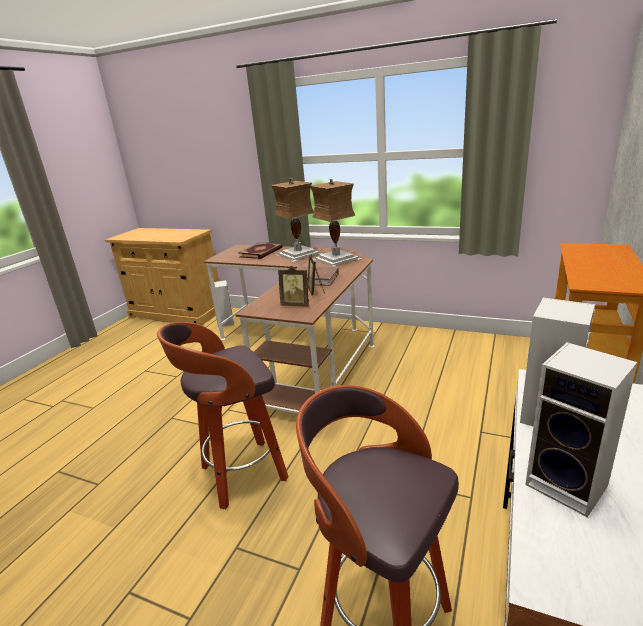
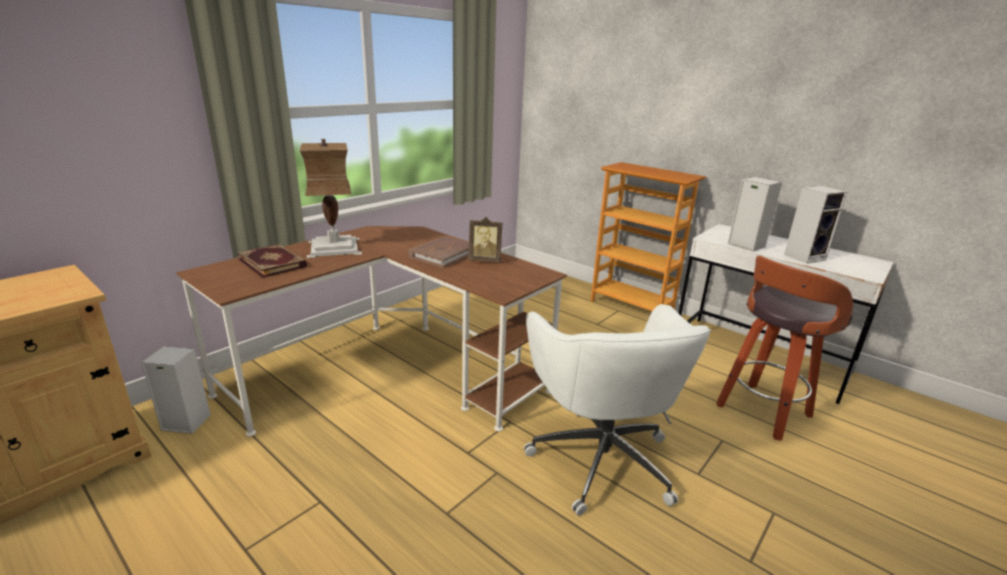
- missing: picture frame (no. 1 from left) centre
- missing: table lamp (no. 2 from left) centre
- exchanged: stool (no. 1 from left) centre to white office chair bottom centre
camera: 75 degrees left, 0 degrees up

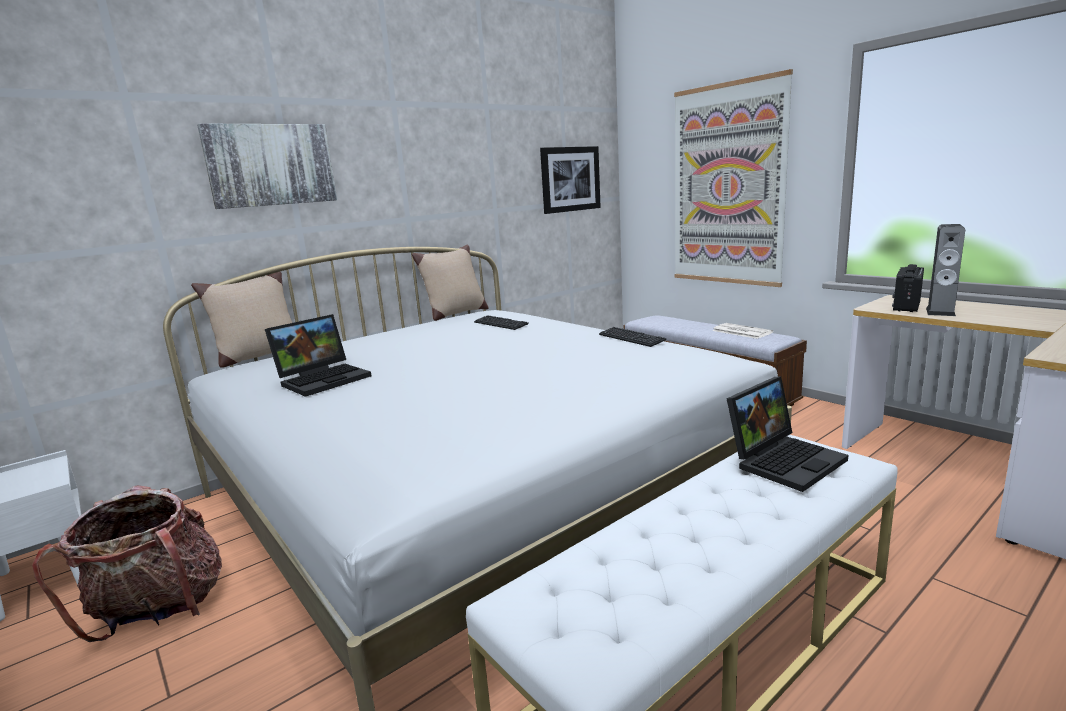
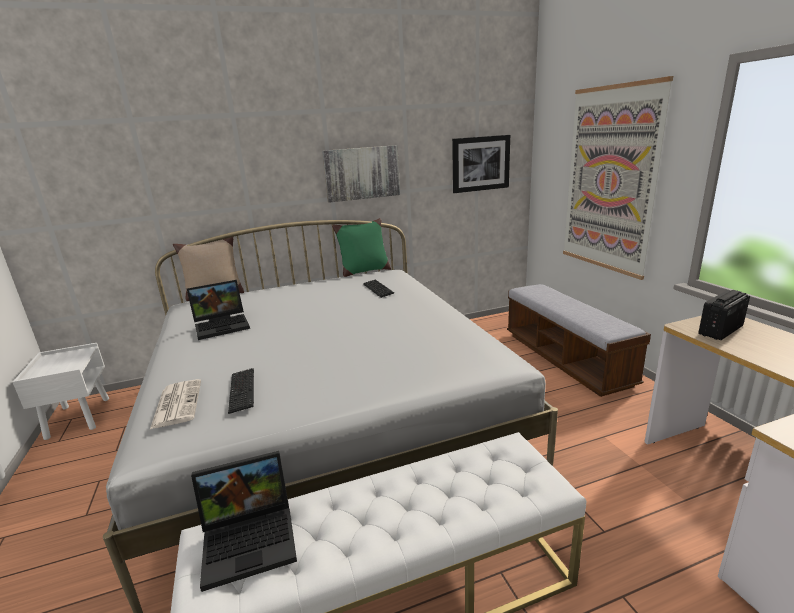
- missing: backpack bottom left
- missing: speaker middle right
- relocated: picture (no. 1 from left) top left to top centre
- relocated: keyboard (no. 2 from left in the first image) centre to keyboard (no. 1 from left) middle left
- relocated: newspaper middle right to middle left
- relocated: laptop (no. 2 from left) middle right to bottom left
- colour: beige pillow (no. 2 from left) centre to green pillow centre
camera: 20 degrees right, 5 degrees up

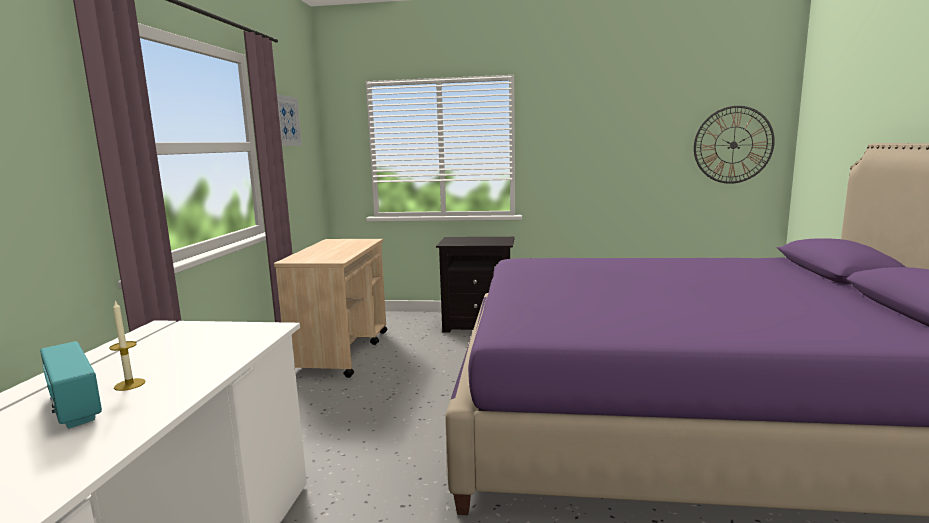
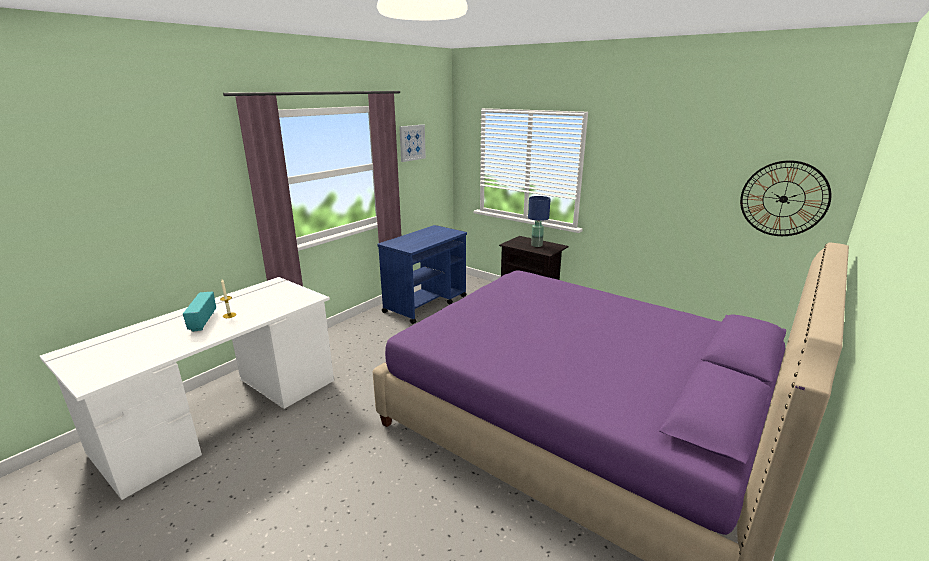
- appeared: blue table lamp centre
- colour: beige cart centre to blue cart centre
camera: 30 degrees right, 10 degrees up

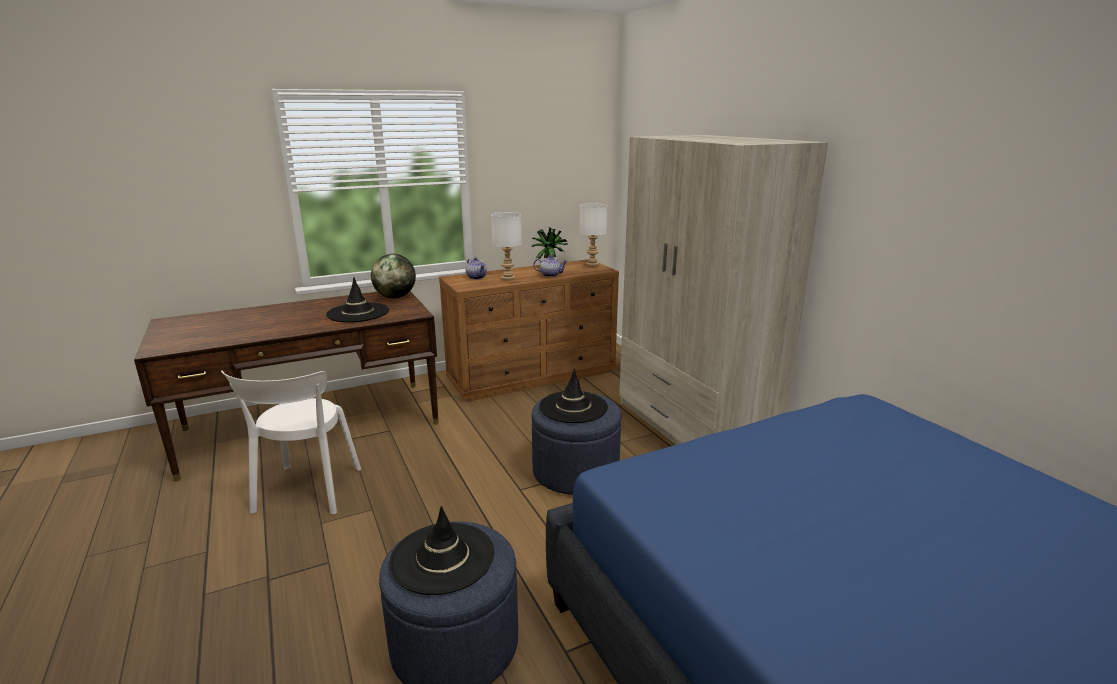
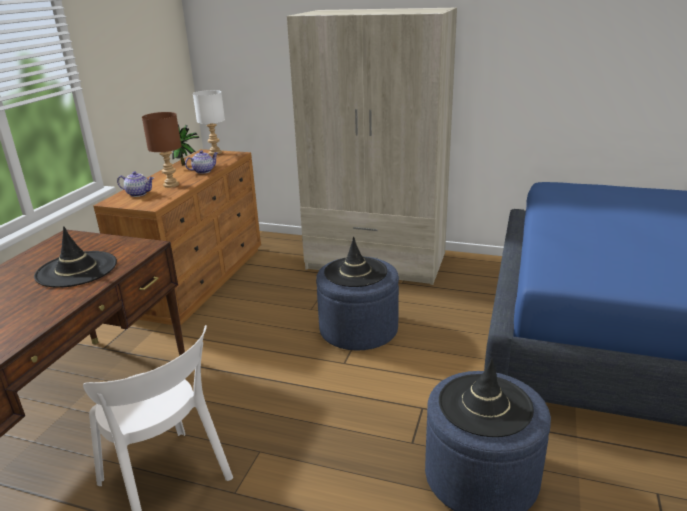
- missing: globe centre
- colour: white table lamp (no. 1 from left) centre to brown table lamp top left
camera: 45 degrees left, 5 degrees up

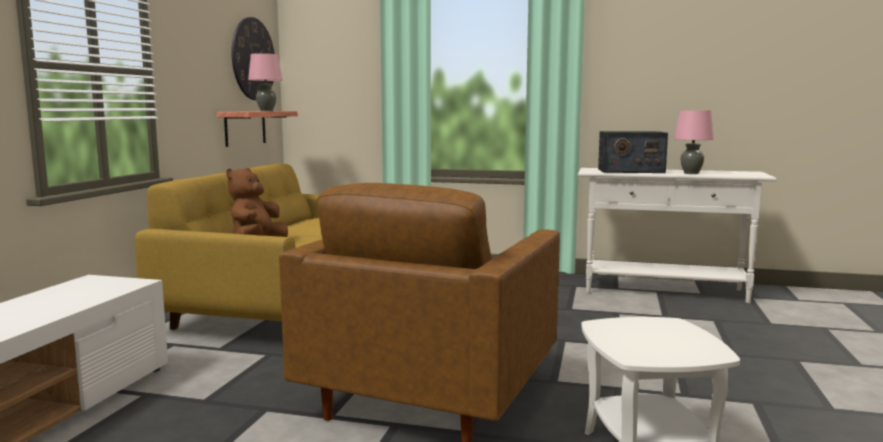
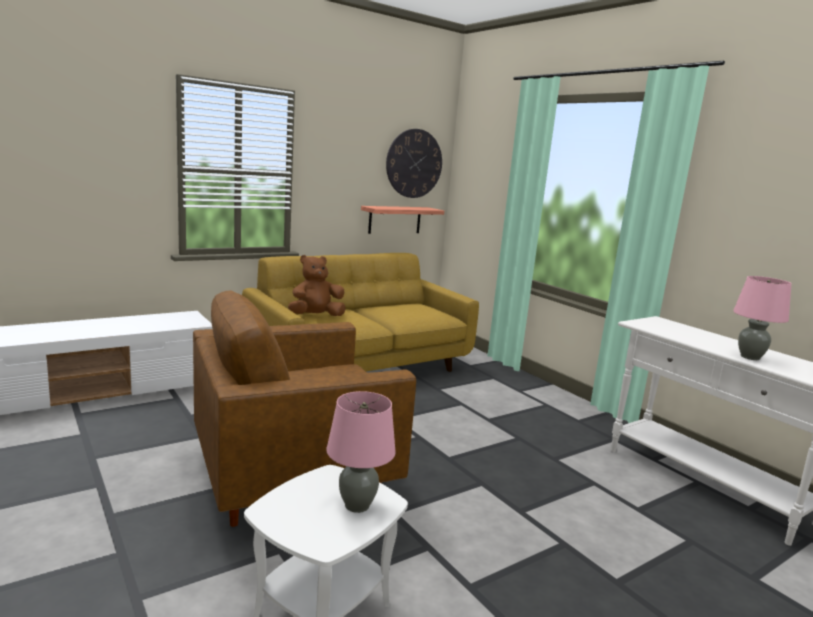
- missing: radio middle right
- relocated: pink table lamp (no. 1 from left) top left to bottom centre
camera: 40 degrees right, 5 degrees up

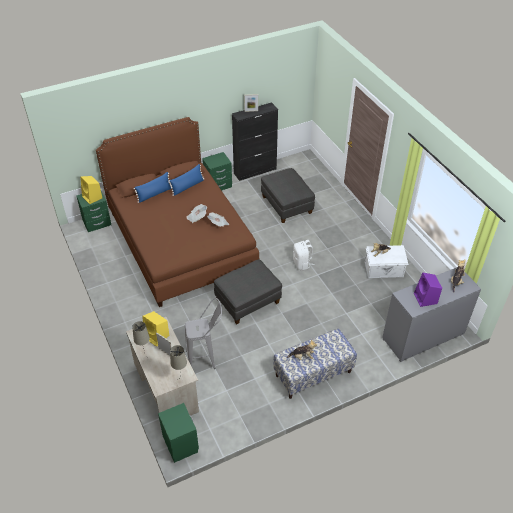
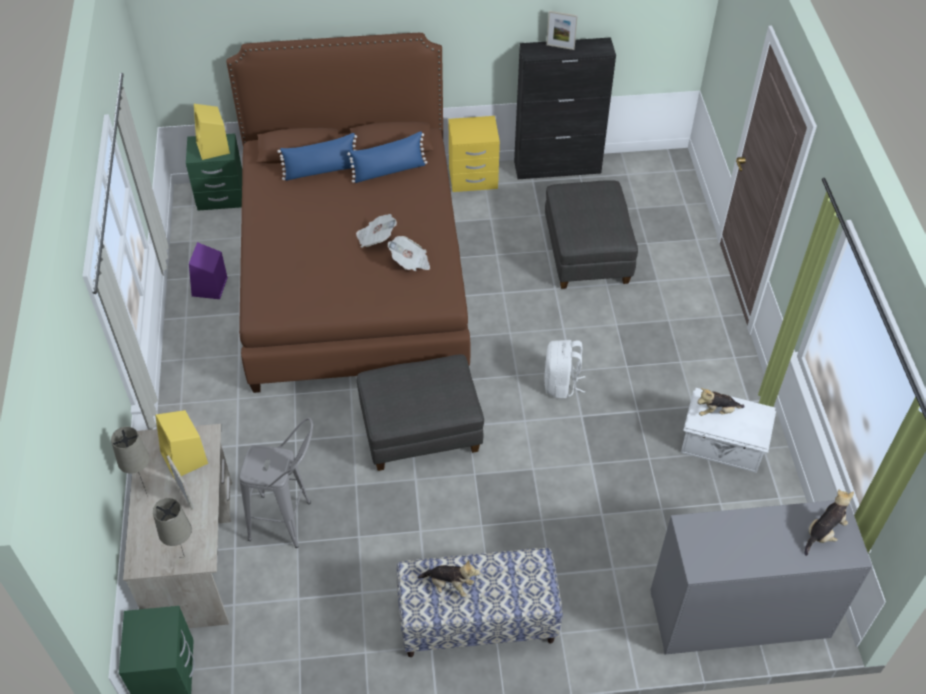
- relocated: purple speaker middle right to middle left
- colour: green nightstand (no. 3 from left) centre to yellow nightstand top centre
camera: 20 degrees right, 5 degrees up

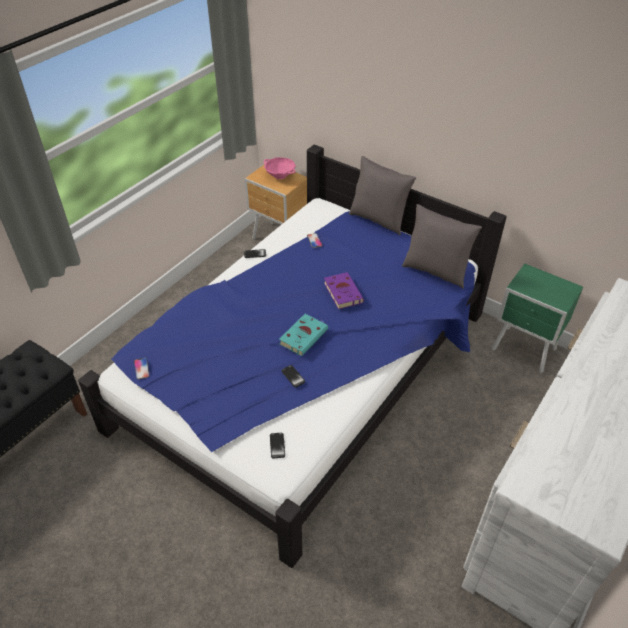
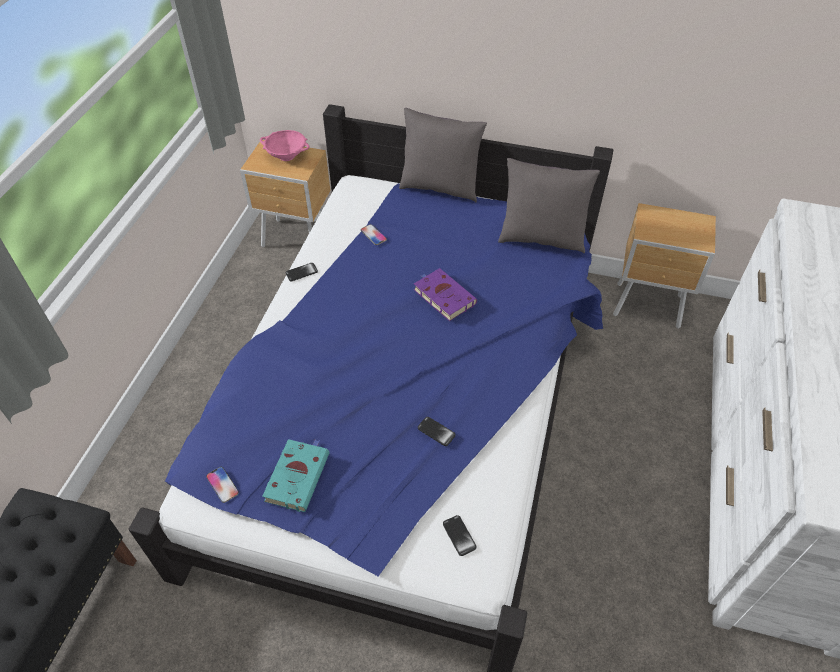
- relocated: turquoise book centre to bottom centre
- colour: green nightstand middle right to brown nightstand (no. 2 from left) middle right
camera: 20 degrees left, 5 degrees up

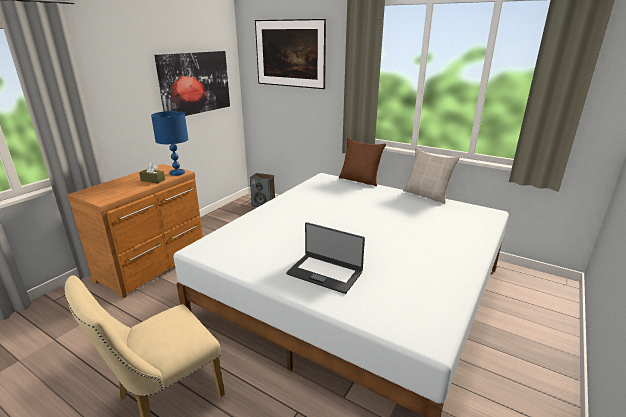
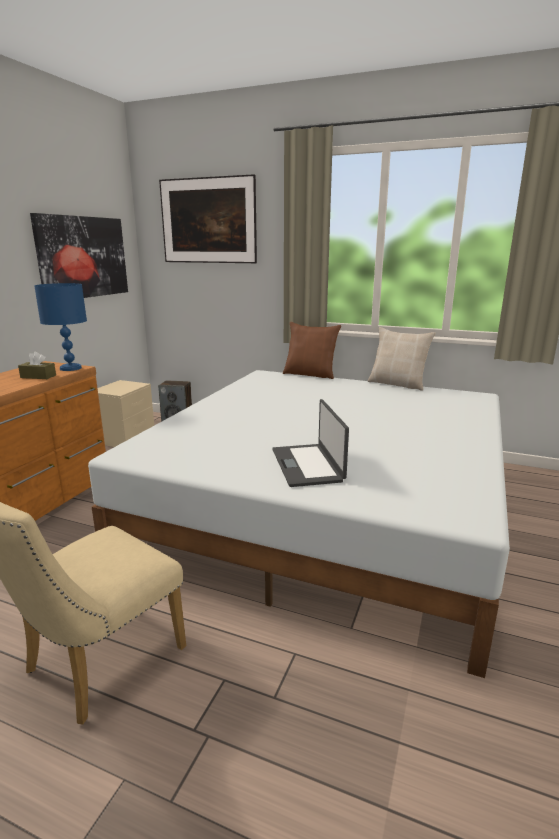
- appeared: beige nightstand middle left
- spun: laptop centre = centre 60 degrees clockwise
camera: 10 degrees left, 5 degrees down

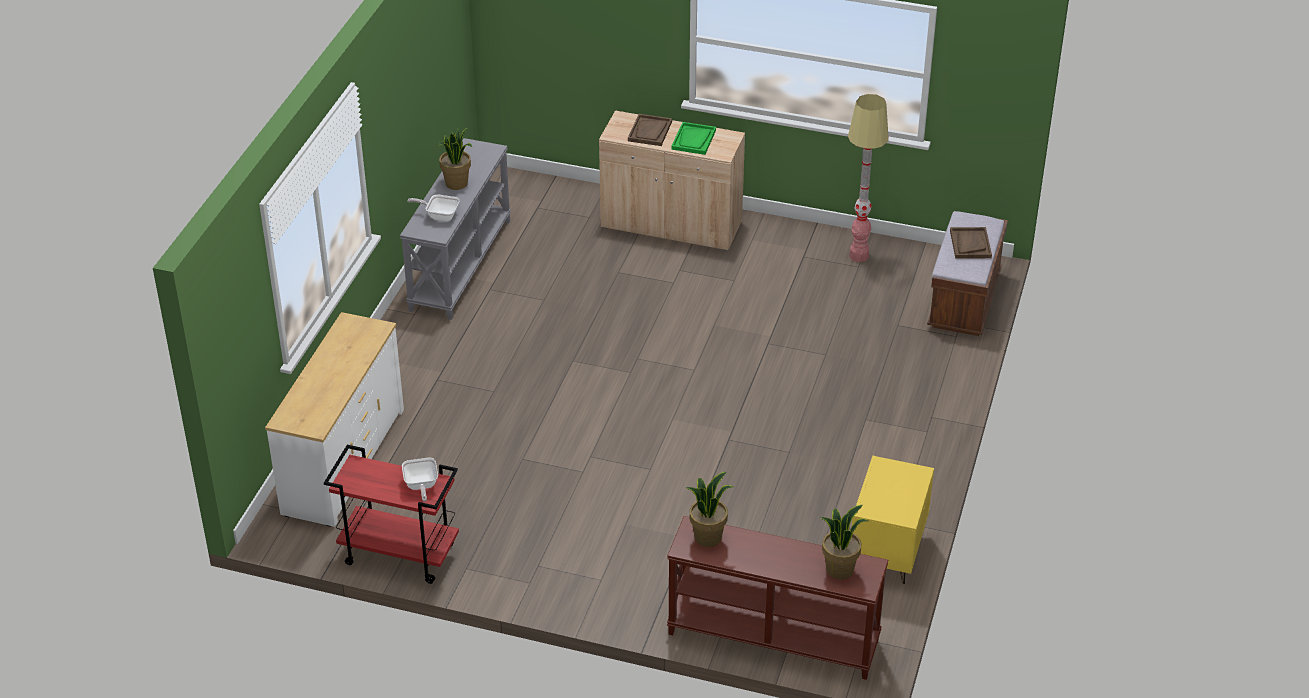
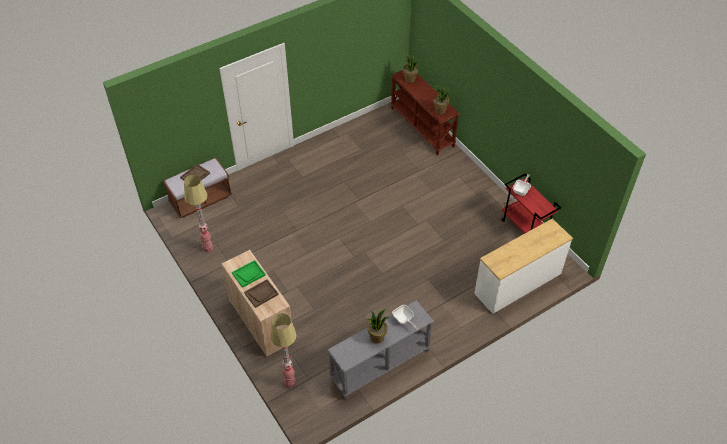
- missing: yellow nightstand bottom right
- appeared: floor lamp (no. 2 from left) bottom centre
camera: 140 degrees left, 10 degrees up

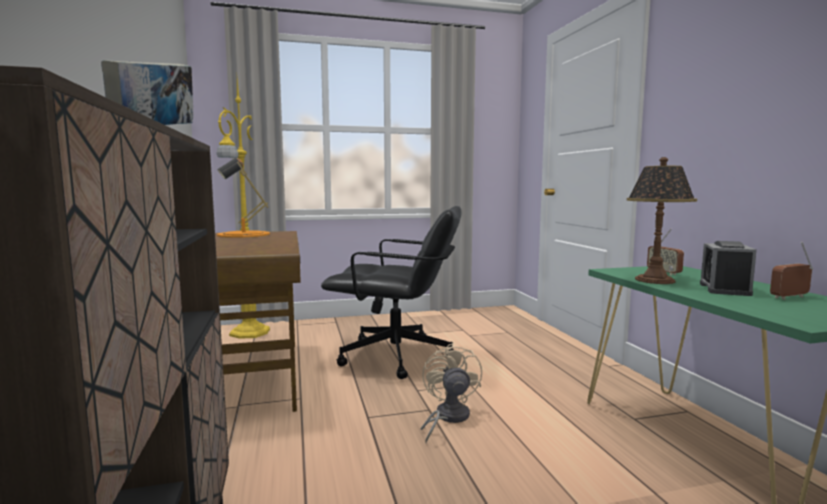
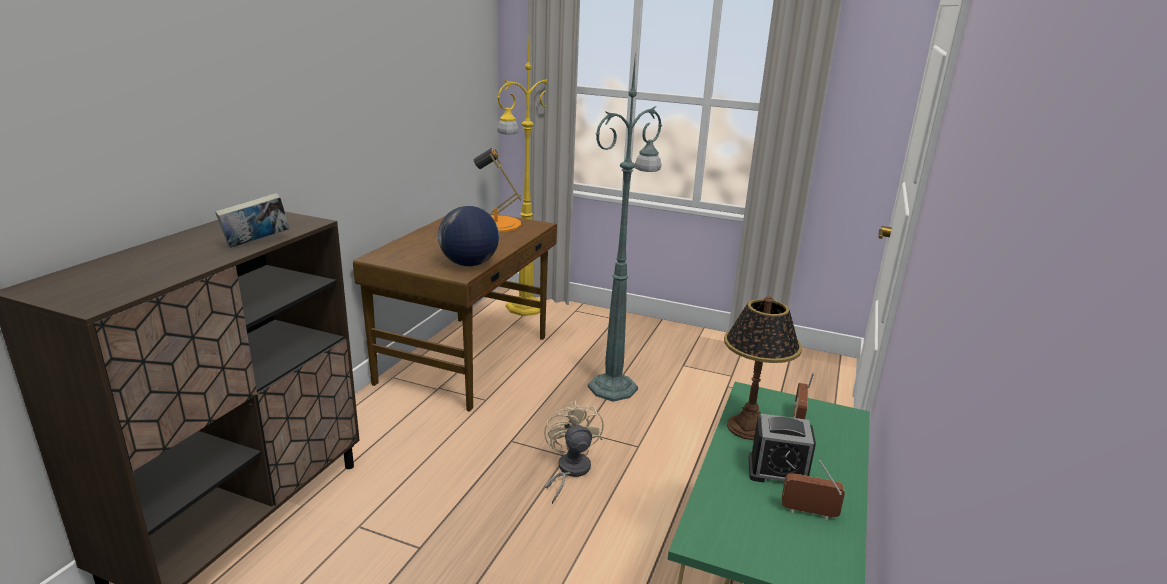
- appeared: globe centre
- exchanged: black office chair centre to green floor lamp centre
- spun: beige fan bottom centre = bottom centre 45 degrees counterclockwise
- spun: alarm clock middle right = bottom right 135 degrees counterclockwise
camera: 35 degrees right, 15 degrees up

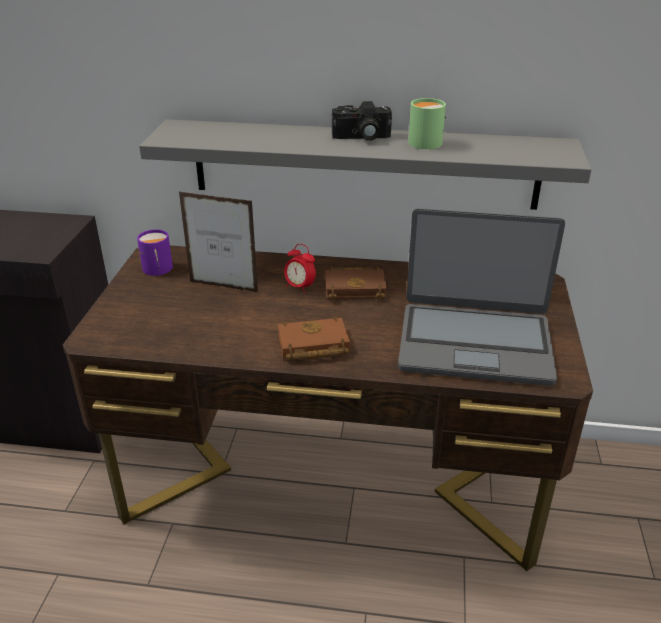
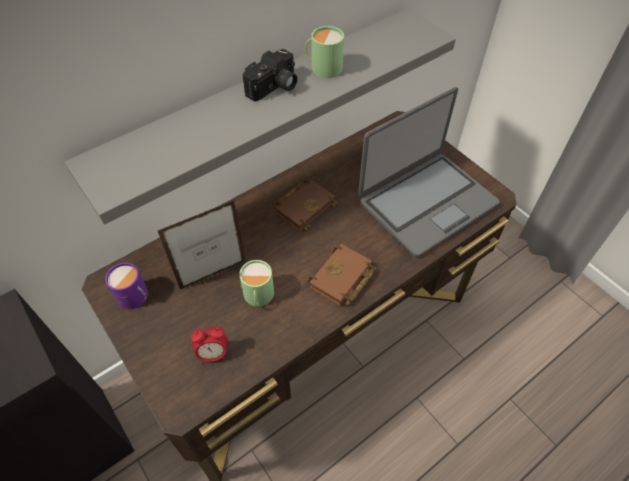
- appeared: green mug (no. 1 from left) centre
- relocated: alarm clock centre to bottom left
camera: 45 degrees left, 20 degrees up

